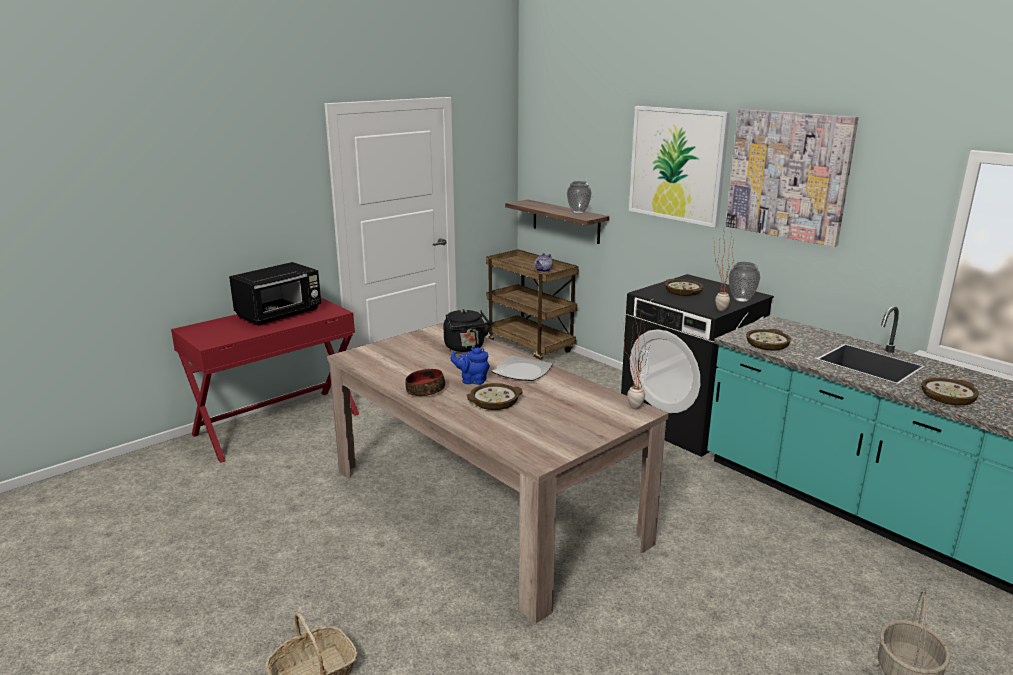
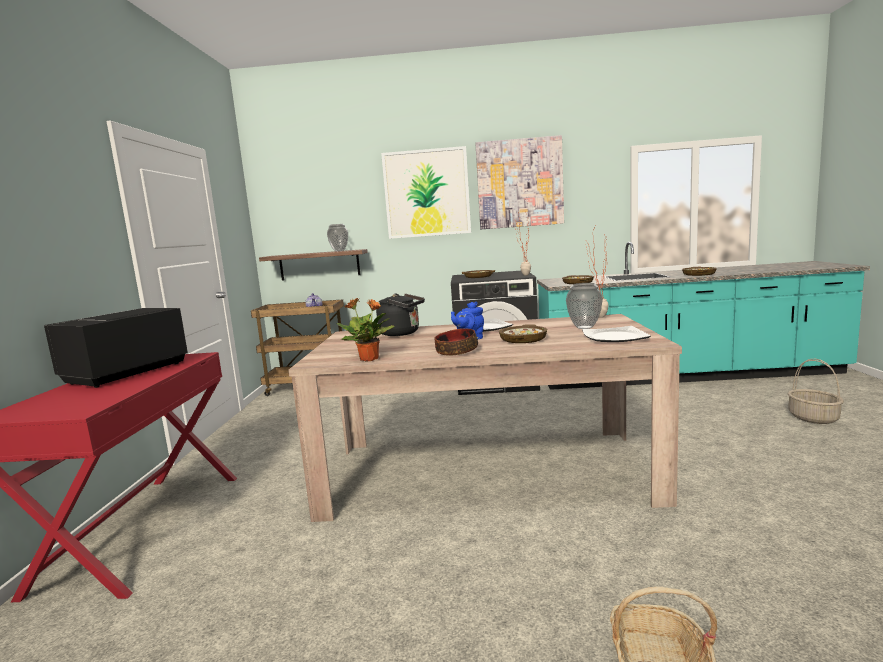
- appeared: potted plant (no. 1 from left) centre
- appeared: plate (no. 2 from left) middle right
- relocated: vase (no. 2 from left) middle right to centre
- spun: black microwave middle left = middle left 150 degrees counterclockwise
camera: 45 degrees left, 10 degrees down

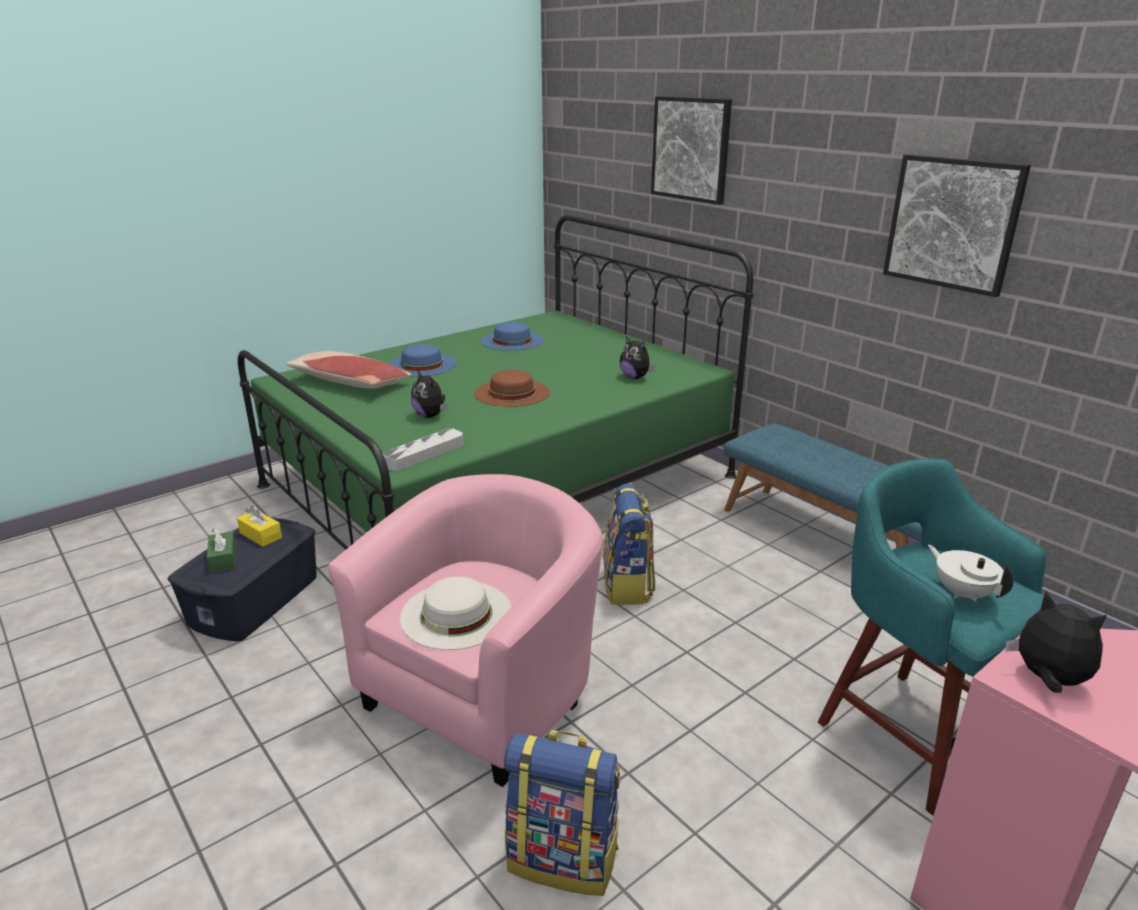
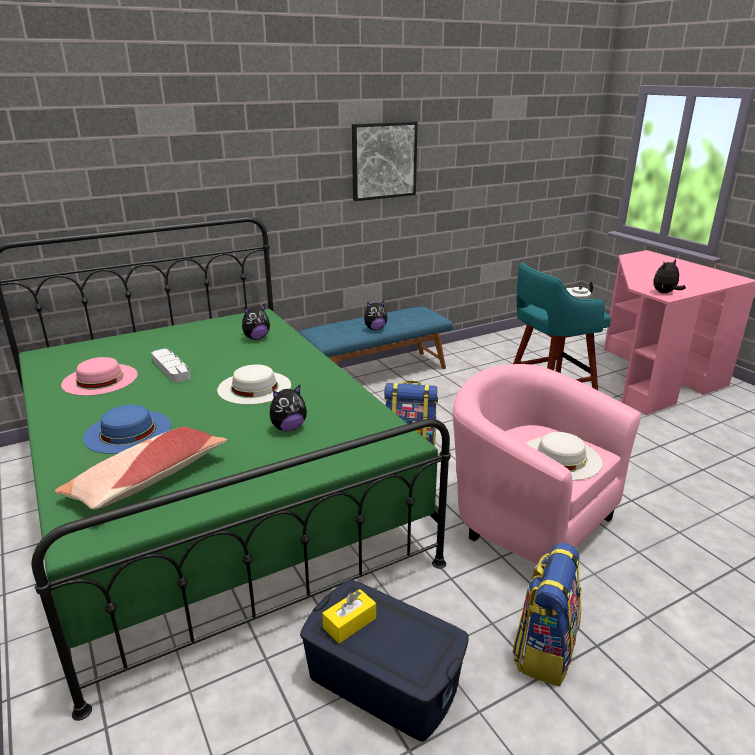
- missing: green tissue box middle left
- missing: picture (no. 1 from left) top centre
- appeared: plush toy (no. 3 from left) centre
- relocated: grey tray centre to middle left
- relocated: backpack (no. 1 from left in the first image) bottom centre to backpack (no. 2 from left) bottom right
- colour: brown hat centre to white hat (no. 1 from left) centre
- colour: blue hat (no. 2 from left) centre to pink hat middle left
camera: 80 degrees left, 0 degrees up

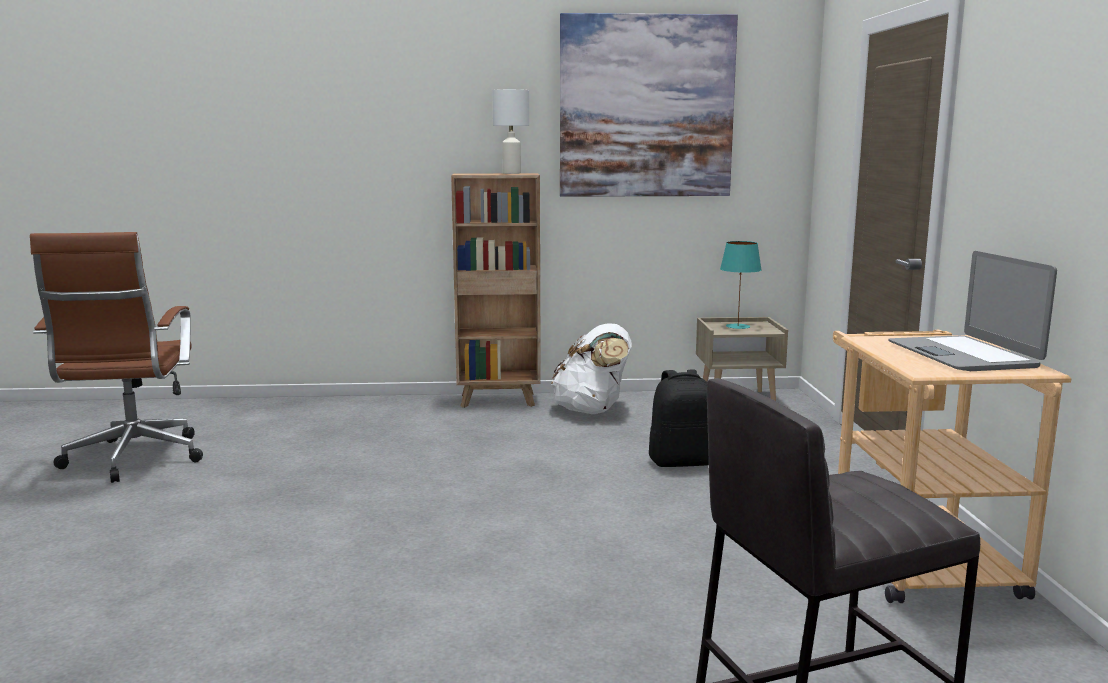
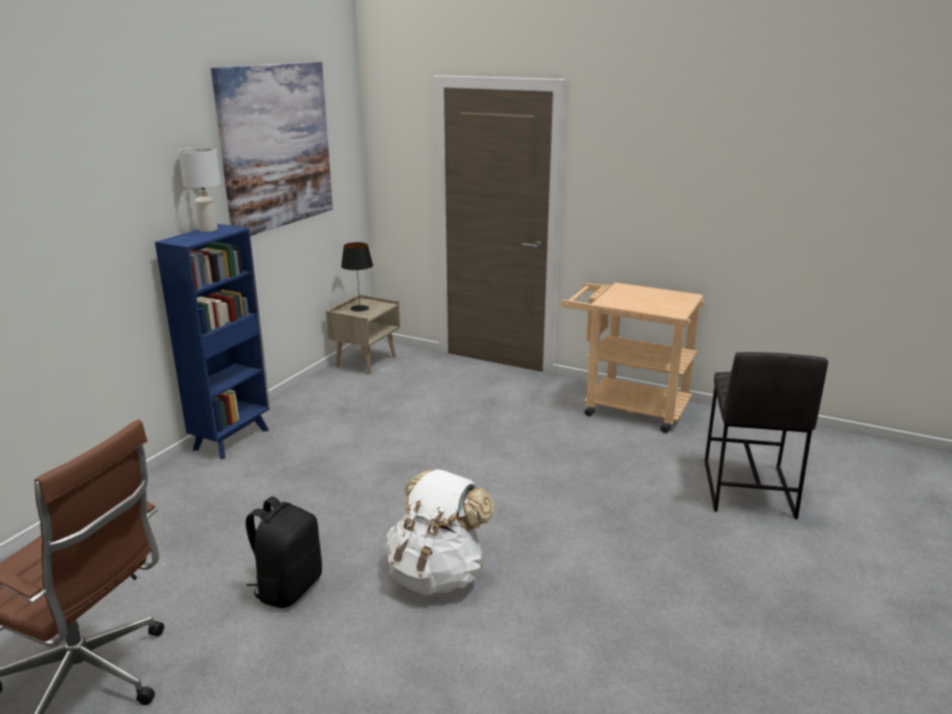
- missing: laptop middle right
- relocated: white backpack centre to bottom centre
- relocated: black backpack centre to bottom left
- colour: brown bookcase centre to blue bookcase middle left
- colour: turquoise table lamp middle right to black table lamp centre
camera: 60 degrees left, 10 degrees up

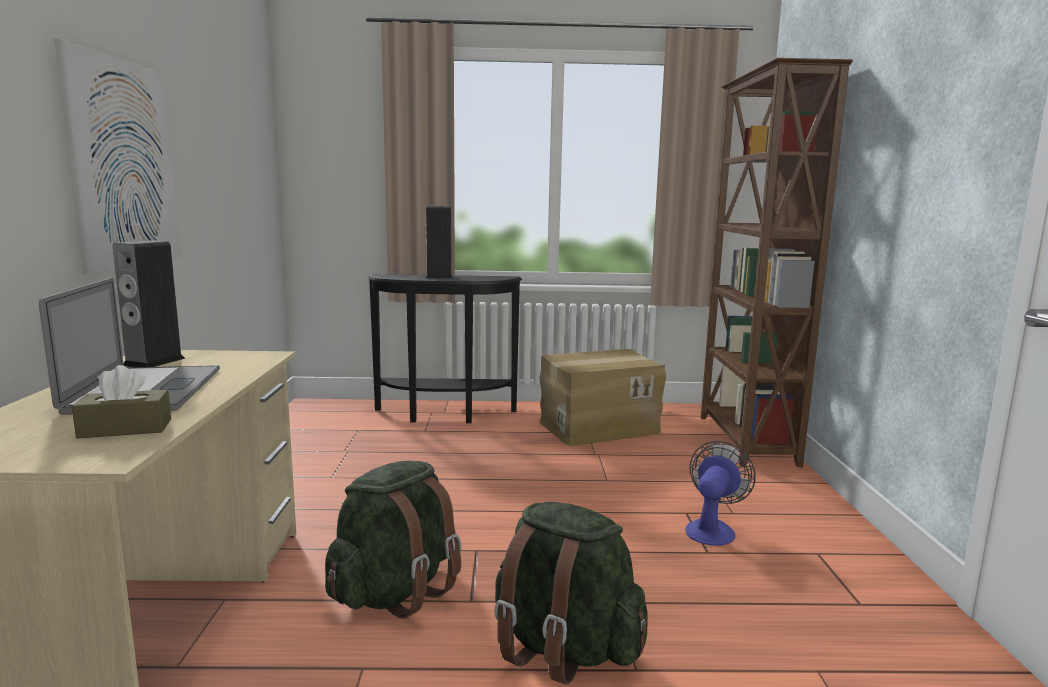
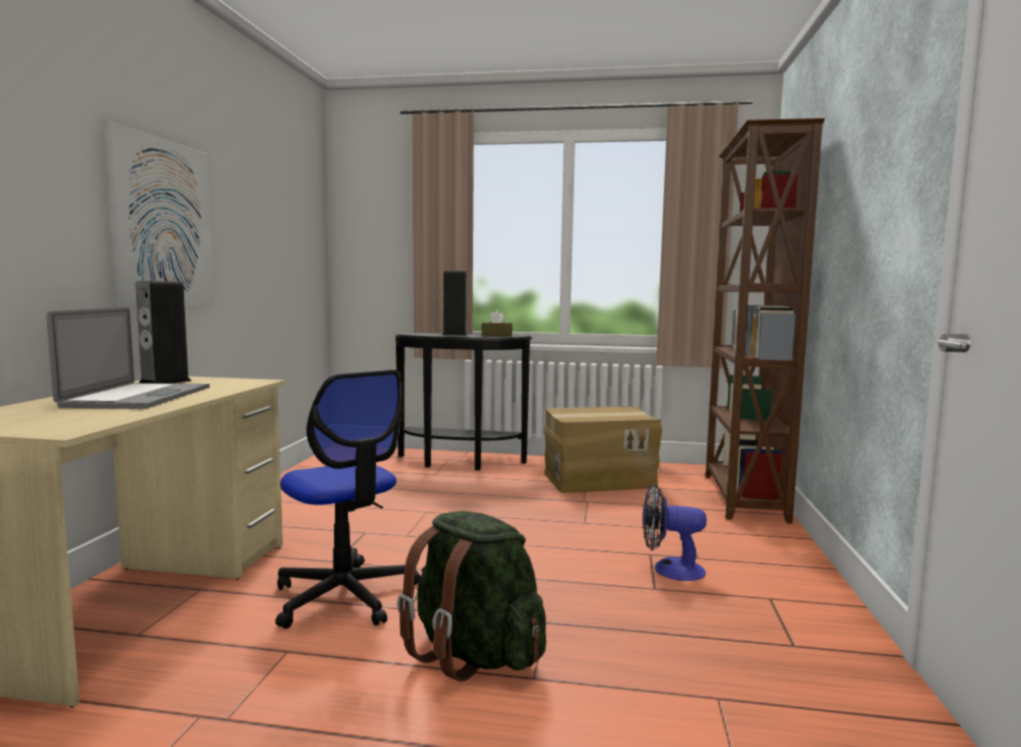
- relocated: brown tissue box middle left to centre
- exchanged: green backpack (no. 1 from left) bottom centre to office chair bottom centre
- spun: fan bottom right = bottom centre 120 degrees counterclockwise
camera: 10 degrees right, 5 degrees down

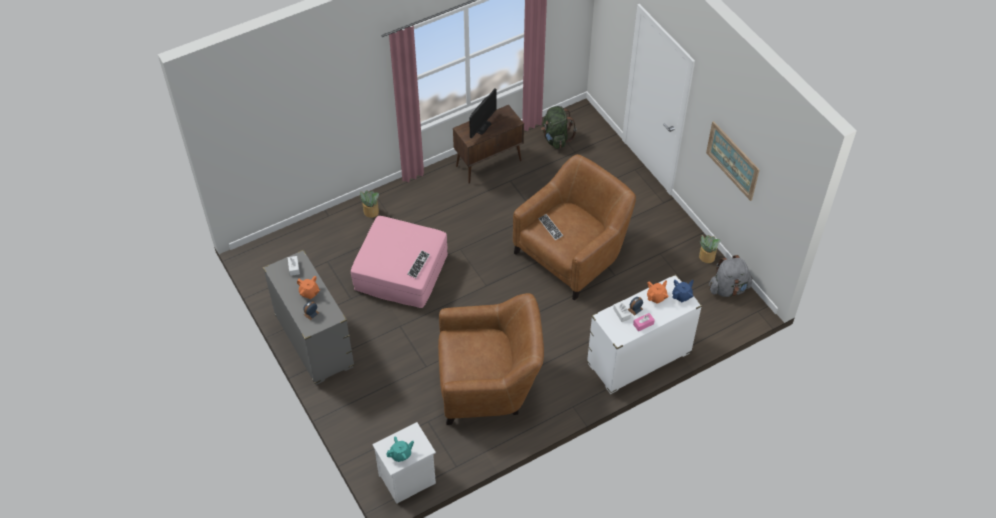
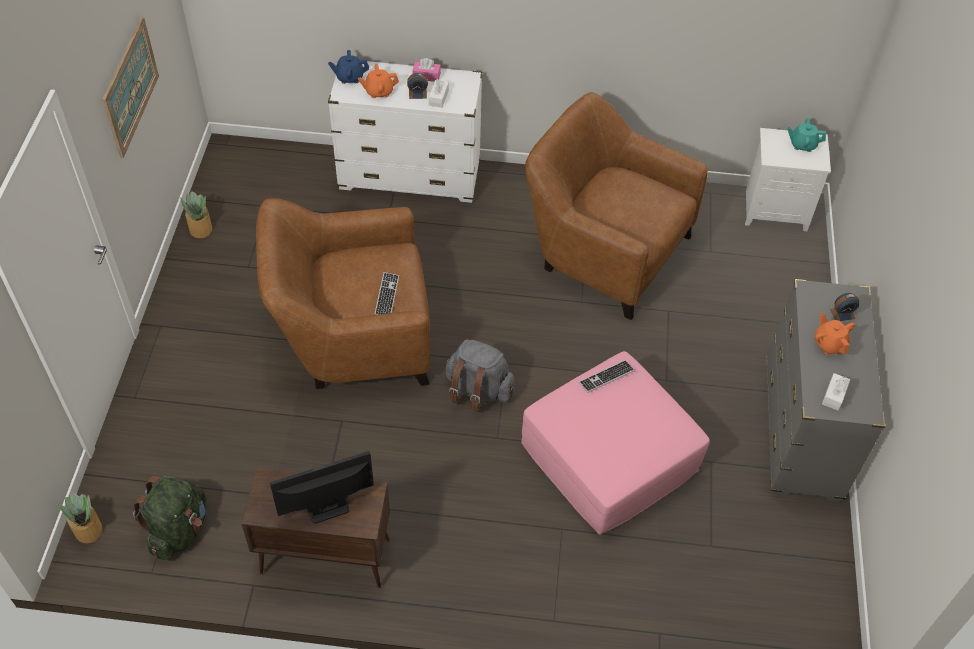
- relocated: potted plant (no. 1 from left) centre to bottom left
- relocated: grey backpack middle right to centre
camera: 145 degrees left, 0 degrees up

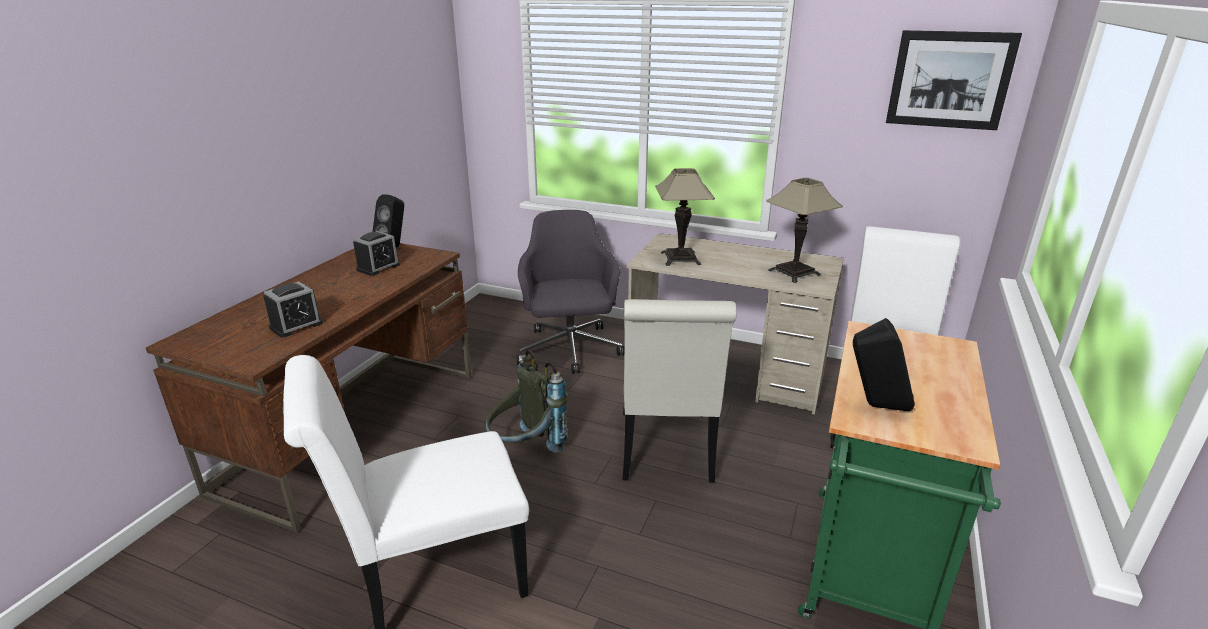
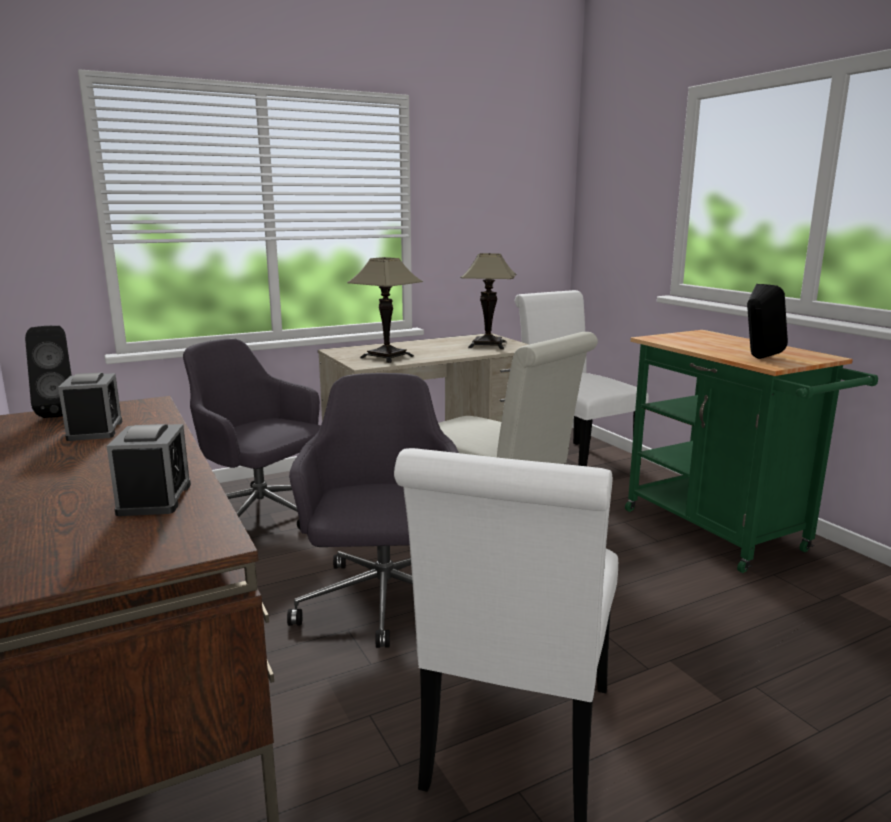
- missing: picture top right
- exchanged: grey backpack centre to grey office chair (no. 2 from left) centre
camera: 50 degrees left, 10 degrees down

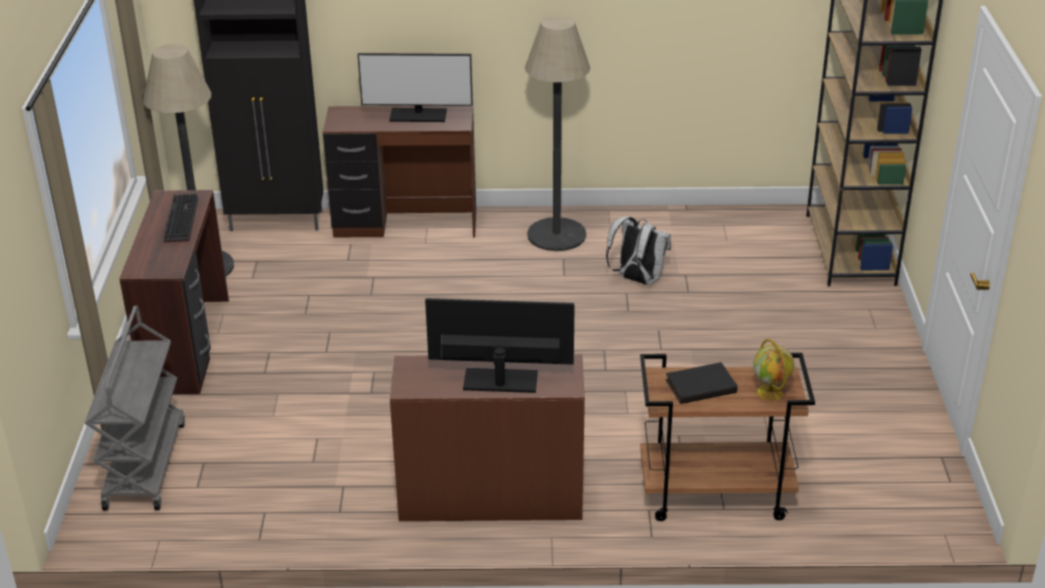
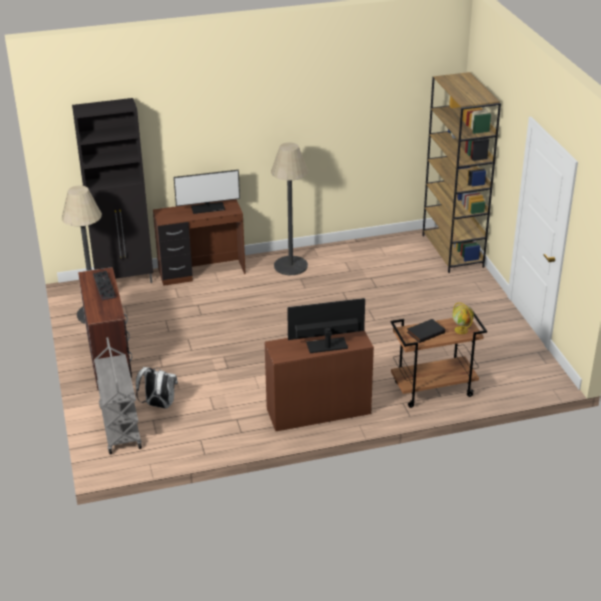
- relocated: white backpack centre to middle left
camera: 15 degrees left, 0 degrees up

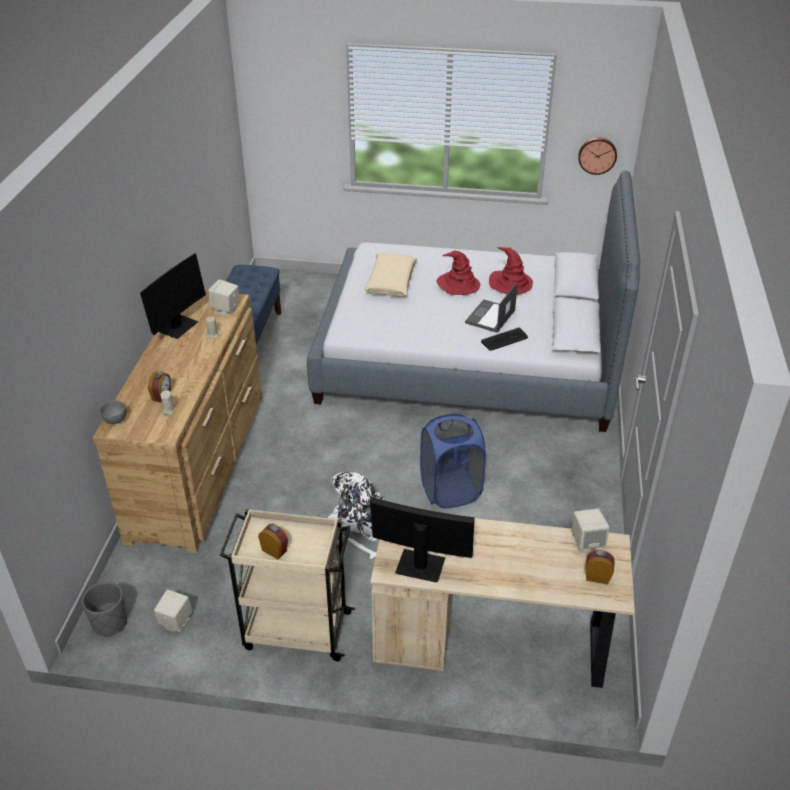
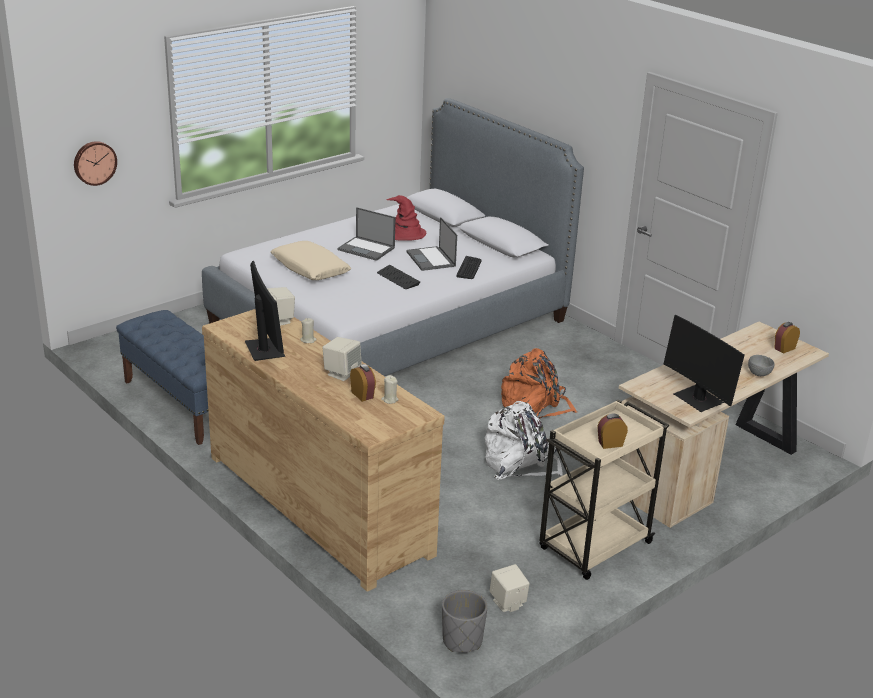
- appeared: keyboard (no. 1 from left) centre
- relocated: grey bowl middle left to middle right
- relocated: beige speaker (no. 3 from left in the first image) bottom right to beige speaker (no. 2 from left) centre
- relocated: wall clock top right to top left
- exchanged: blue laundry basket centre to orange backpack centre
- exchanged: red hat (no. 1 from left) centre to laptop (no. 1 from left) centre
- spun: monitor (no. 2 from left) bottom centre = middle right 90 degrees counterclockwise
camera: 50 degrees left, 10 degrees down

